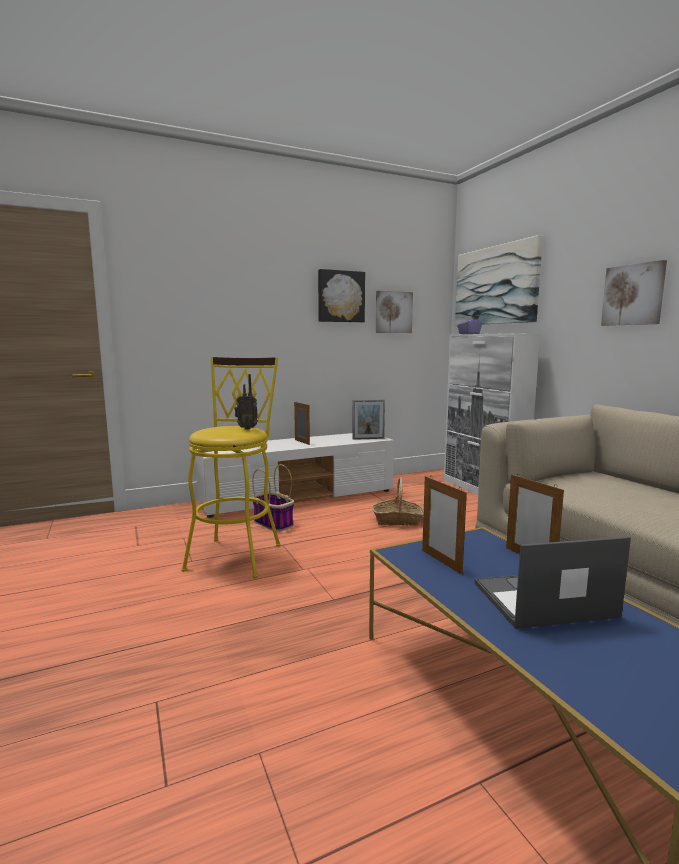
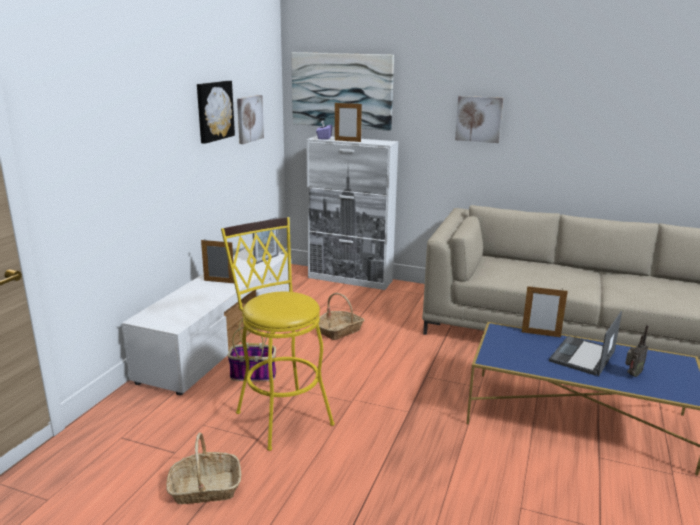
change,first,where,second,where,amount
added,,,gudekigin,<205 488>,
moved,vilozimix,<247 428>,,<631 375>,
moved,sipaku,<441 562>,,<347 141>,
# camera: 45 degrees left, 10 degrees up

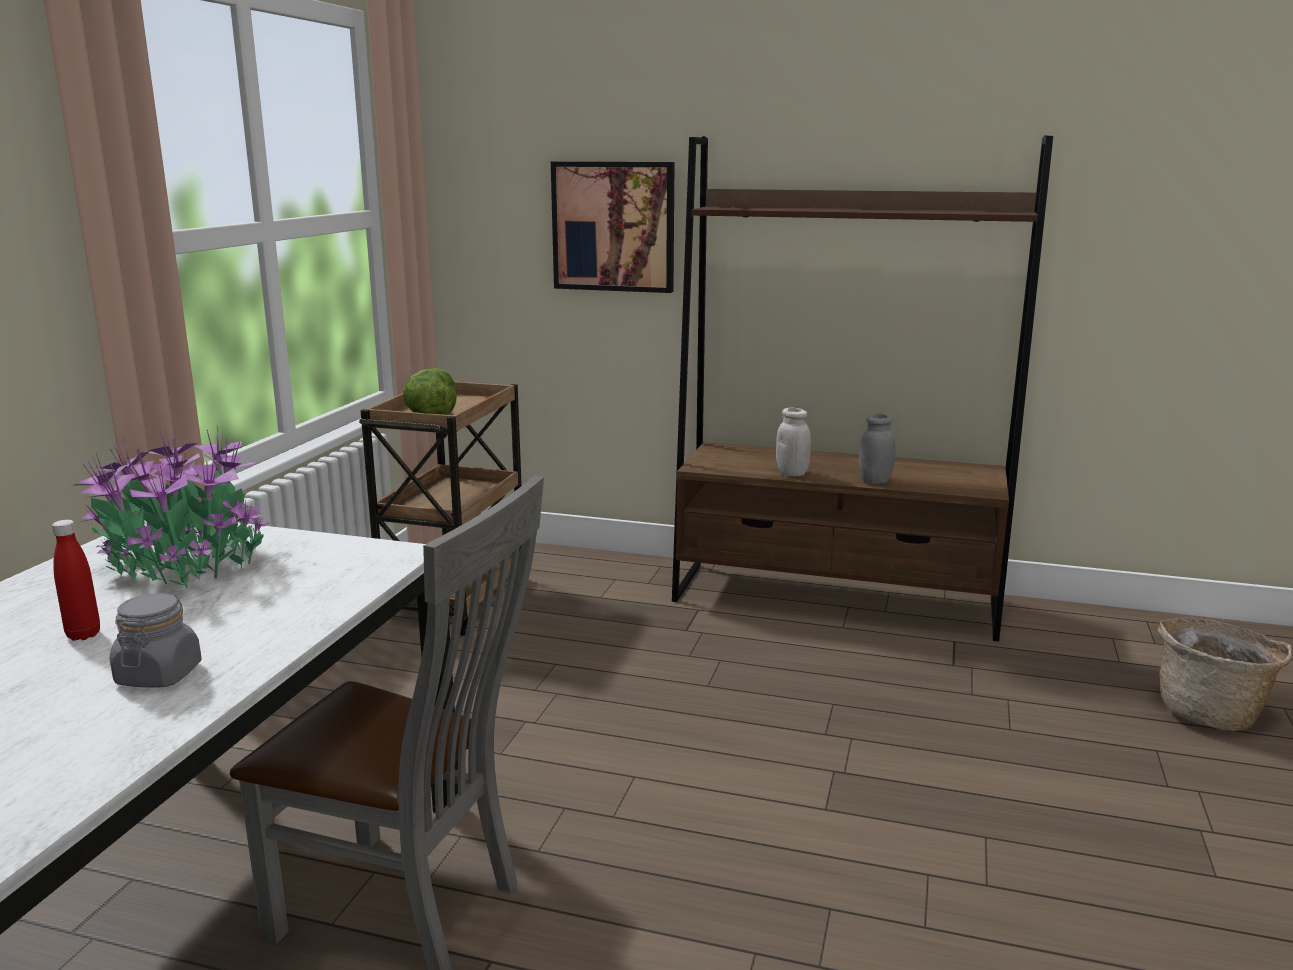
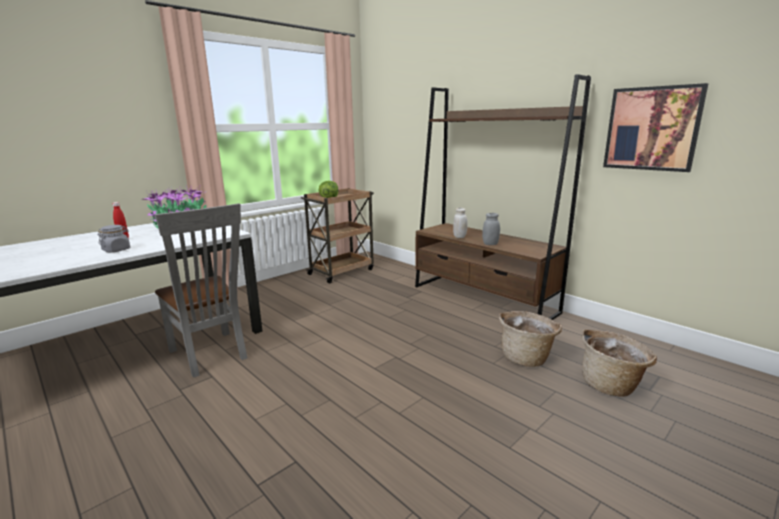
change,first,where,second,where,amount
added,,,gudekigin,<526 357>,
moved,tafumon,<613 226>,,<652 129>,
# camera: 30 degrees right, 0 degrees up

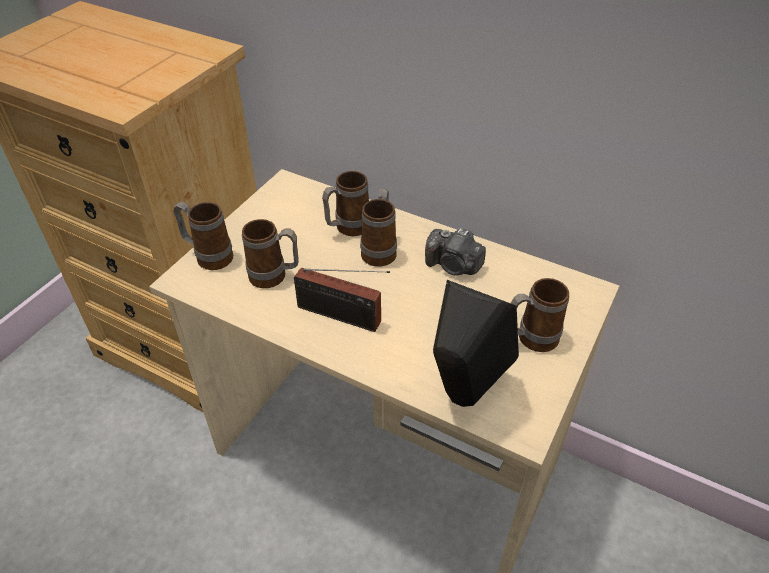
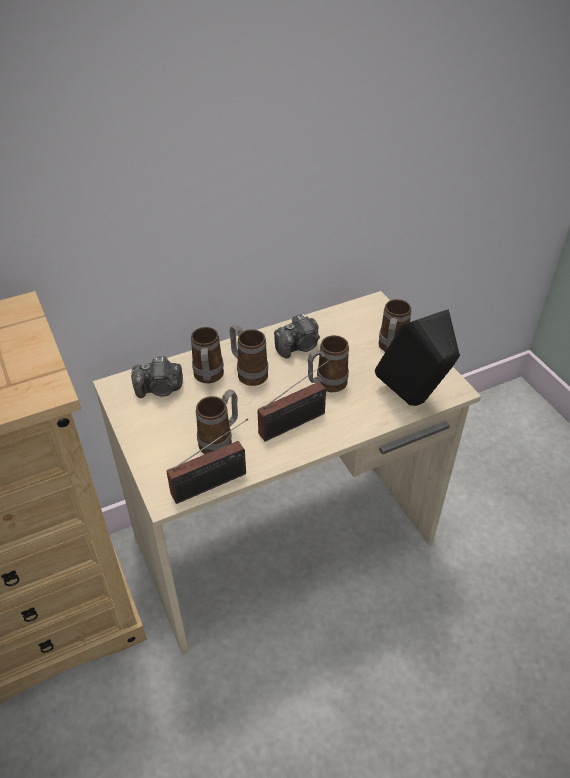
change,first,where,second,where,amount
added,,,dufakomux,<160 389>,
added,,,vilozimix,<213 483>,
moved,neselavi,<208 256>,,<326 385>,
# camera: 55 degrees left, 0 degrees up

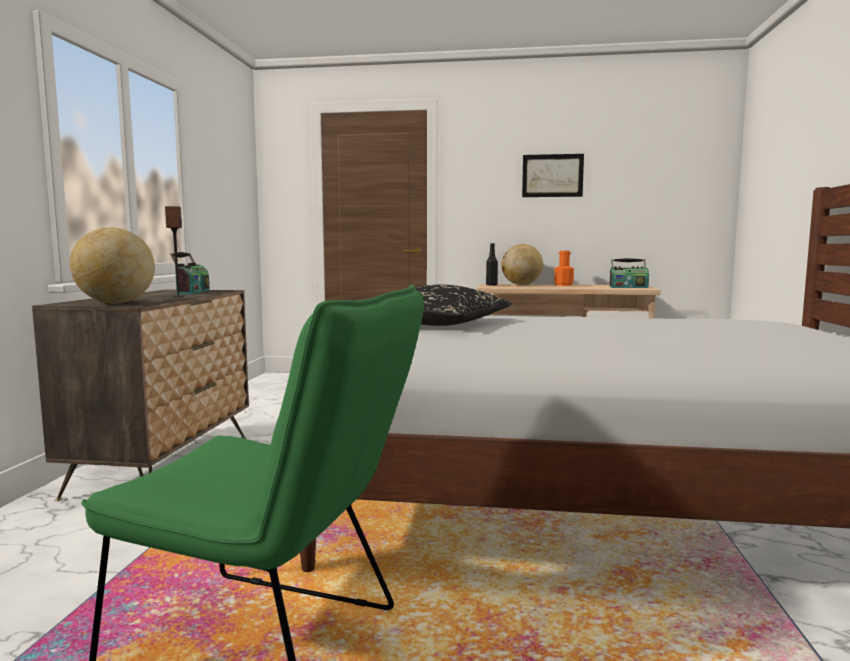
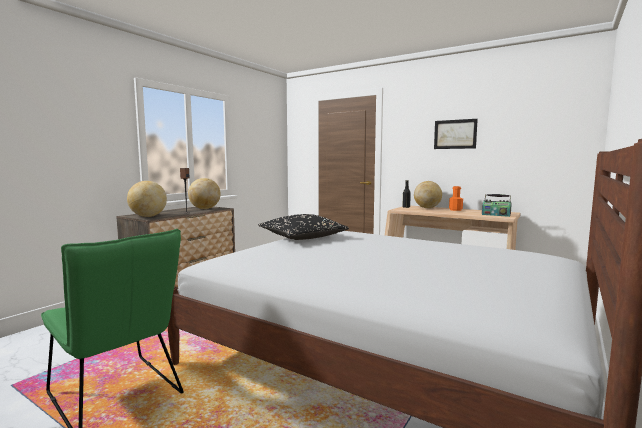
change,first,where,second,where,amount
replaced,vilozimix,<192 292>,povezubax,<205 209>,
# camera: 25 degrees right, 0 degrees up

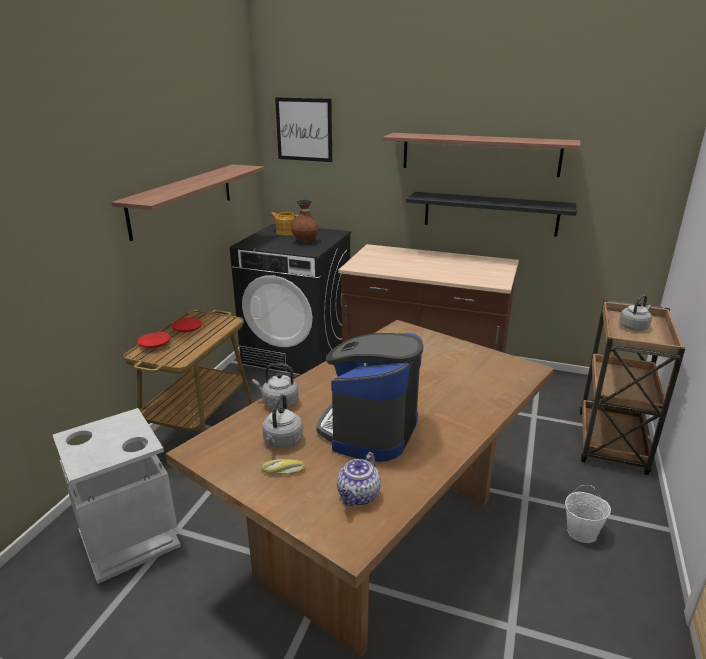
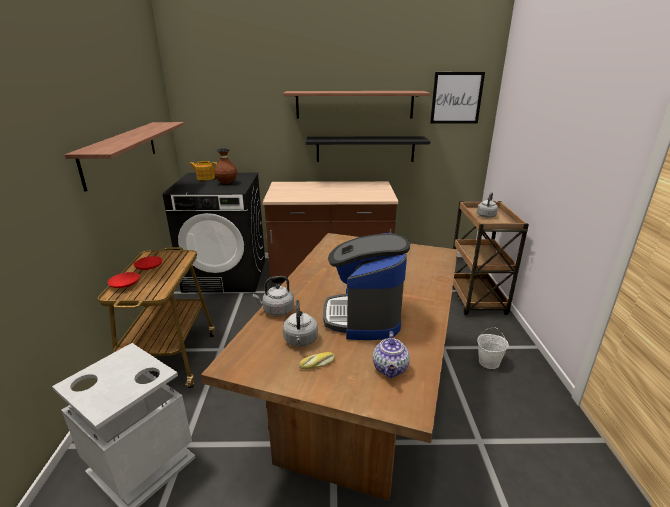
change,first,where,second,where,amount
moved,tafumon,<304 129>,,<456 98>,
# camera: 20 degrees left, 0 degrees up

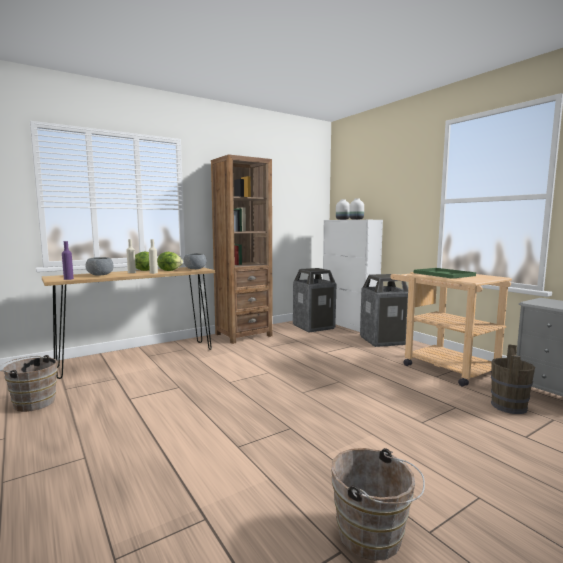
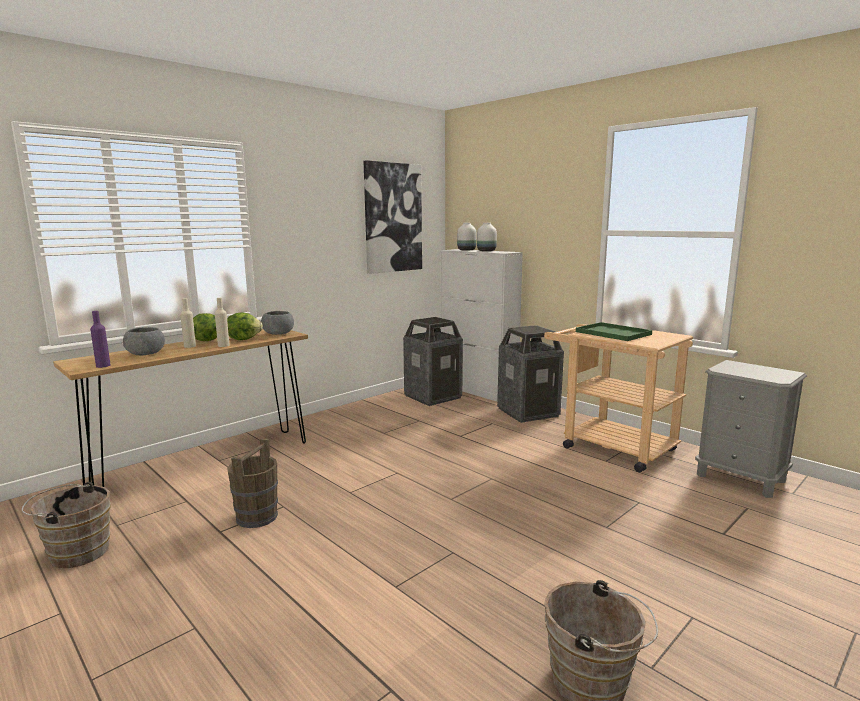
change,first,where,second,where,amount
removed,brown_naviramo,<243 335>,,,
added,,,tafumon,<393 218>,
moved,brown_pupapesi,<508 406>,,<256 517>,
# camera: 10 degrees left, 5 degrees up

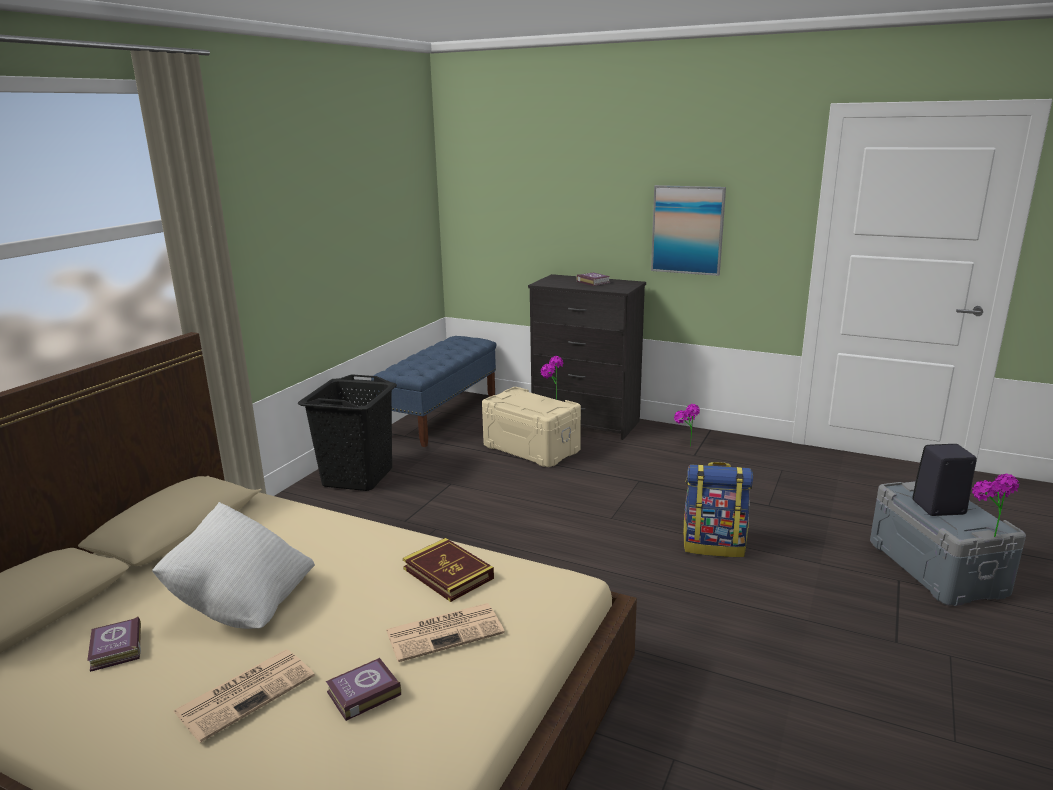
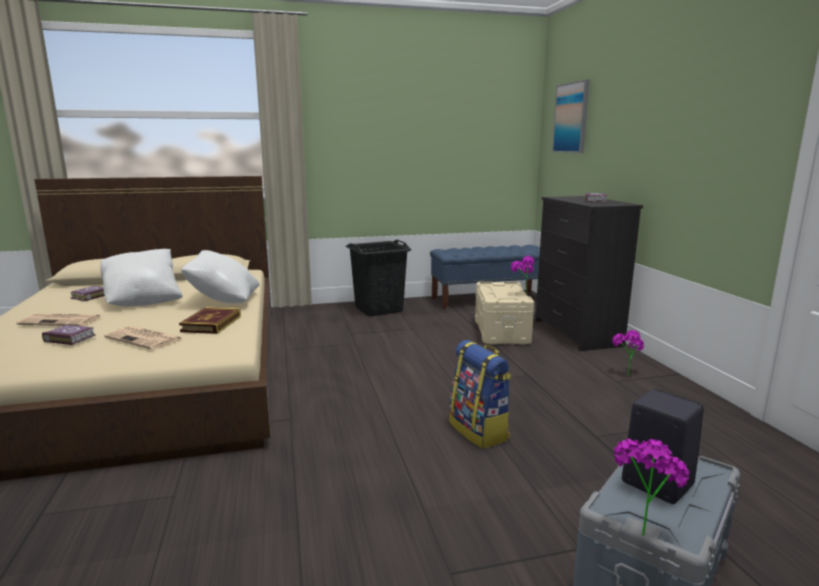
change,first,where,second,where,amount
added,,,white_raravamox,<224 301>,
moved,tafumon,<687 230>,,<571 118>,
# camera: 50 degrees right, 5 degrees down

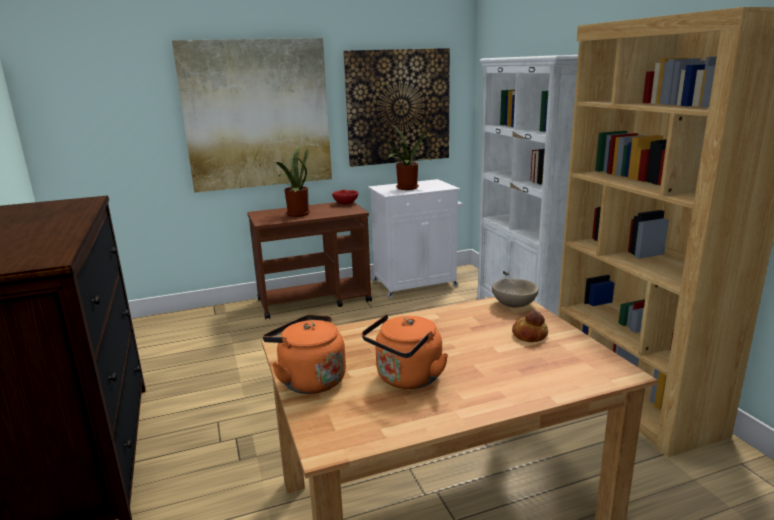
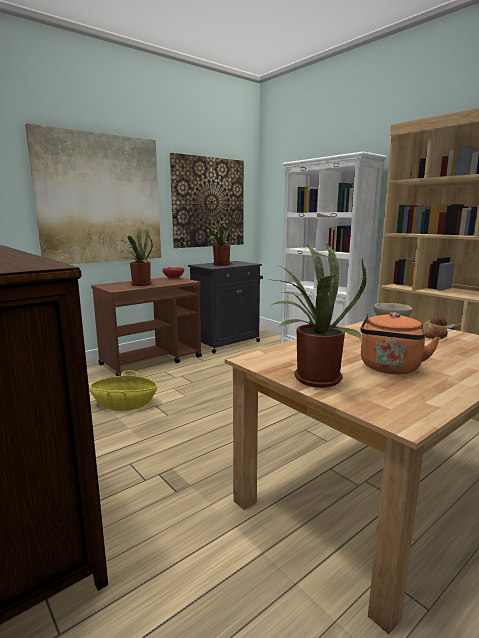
change,first,where,second,where,amount
added,,,gudekigin,<124 404>,
replaced,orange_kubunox,<309 380>,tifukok,<312 379>,
recoloured,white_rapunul,<416 284>,black_rapunul,<227 342>,
# camera: 20 degrees left, 5 degrees down

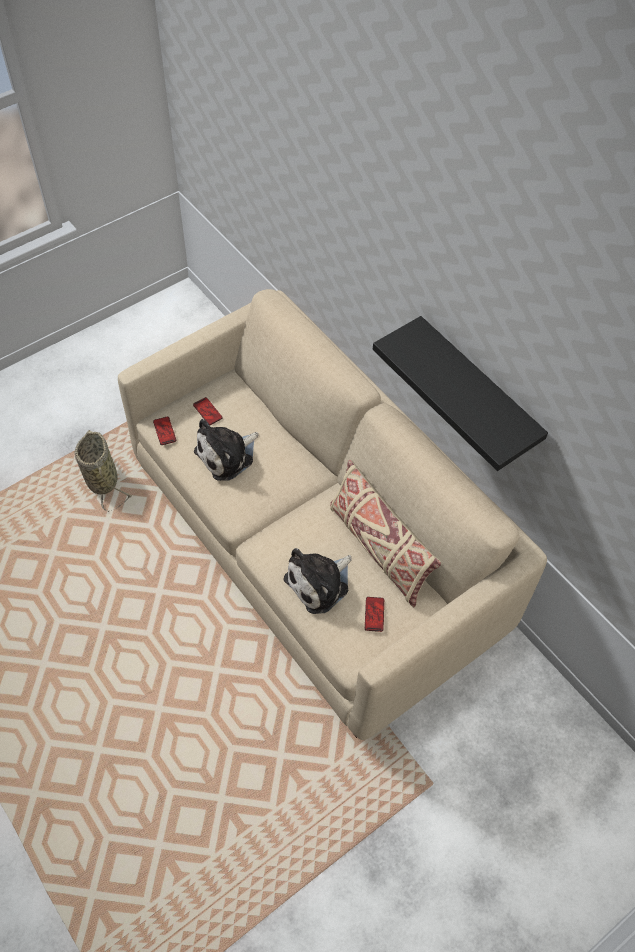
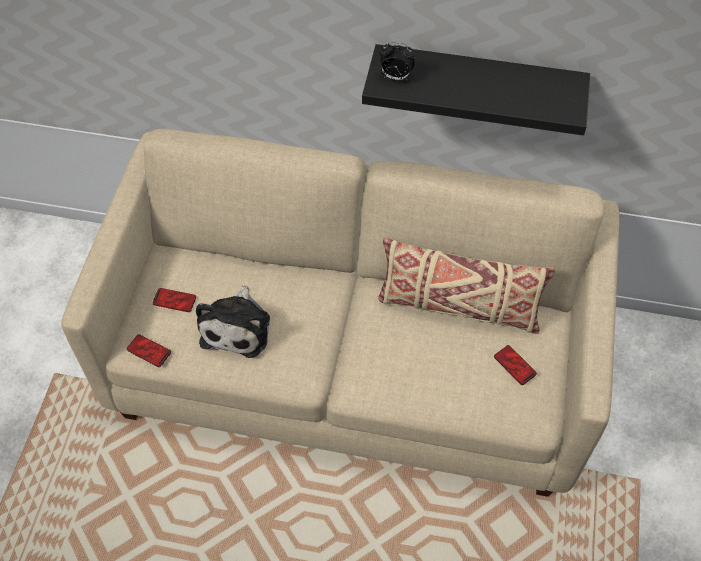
change,first,where,second,where,amount
removed,gudekigin,<102 479>,,,
removed,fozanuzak,<320 583>,,,
added,,,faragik,<395 78>,
# camera: 40 degrees left, 0 degrees up

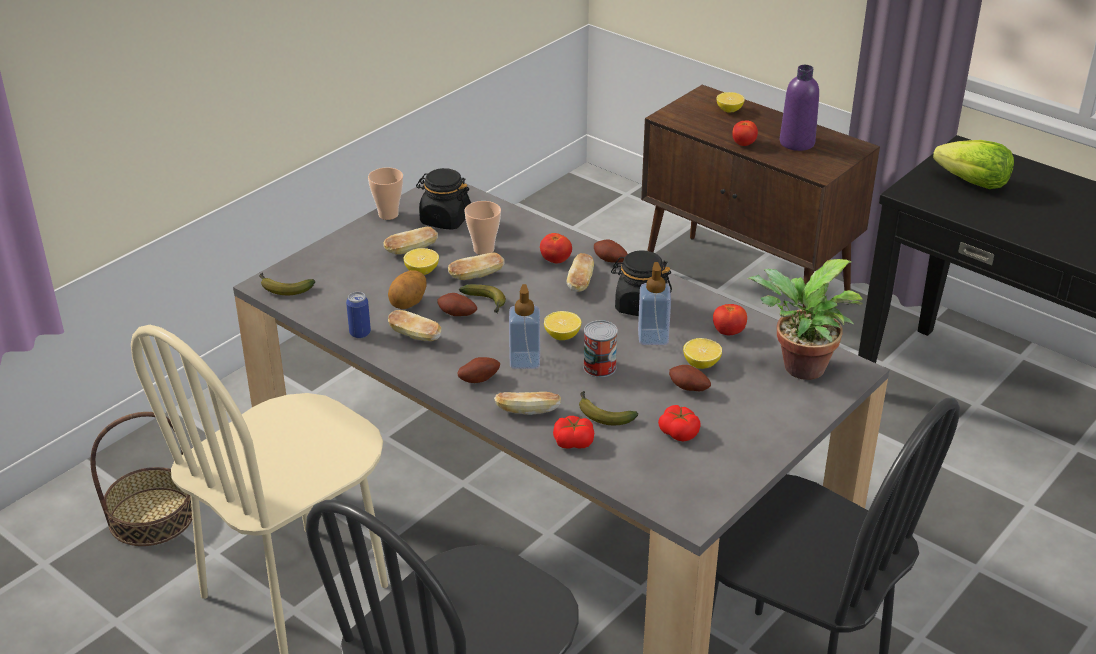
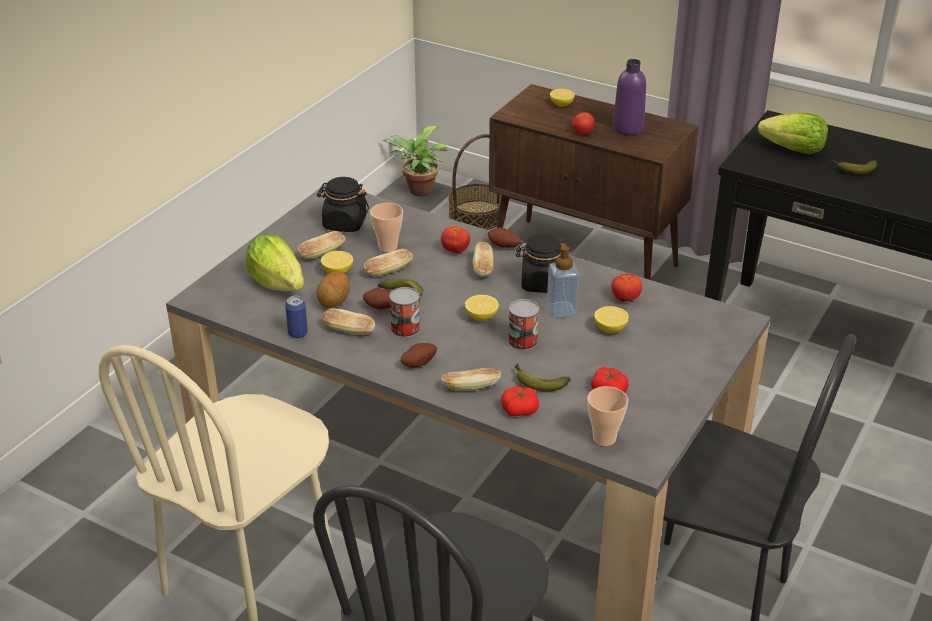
change,first,where,second,where,amount
removed,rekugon,<525 360>,,,
removed,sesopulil,<688 389>,,,
added,,,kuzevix,<277 283>,
added,,,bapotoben,<405 328>,
moved,gudekigin,<151 516>,,<477 215>,
moved,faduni,<283 288>,,<853 169>,
moved,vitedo,<388 214>,,<604 438>,
moved,tifukok,<799 369>,,<417 191>,
# camera: 10 degrees left, 0 degrees up

